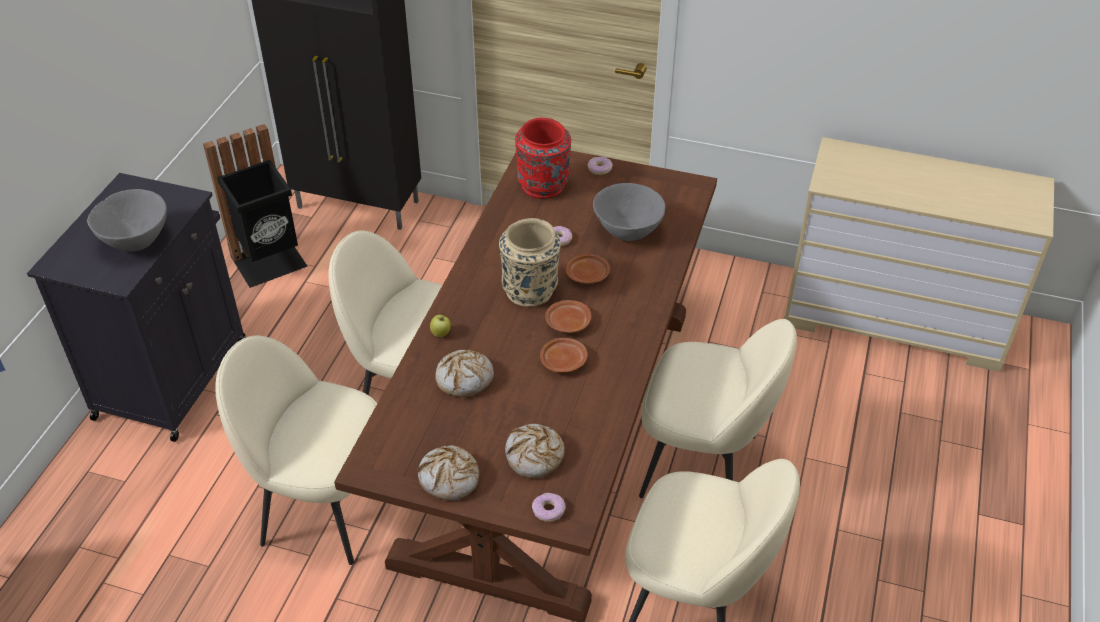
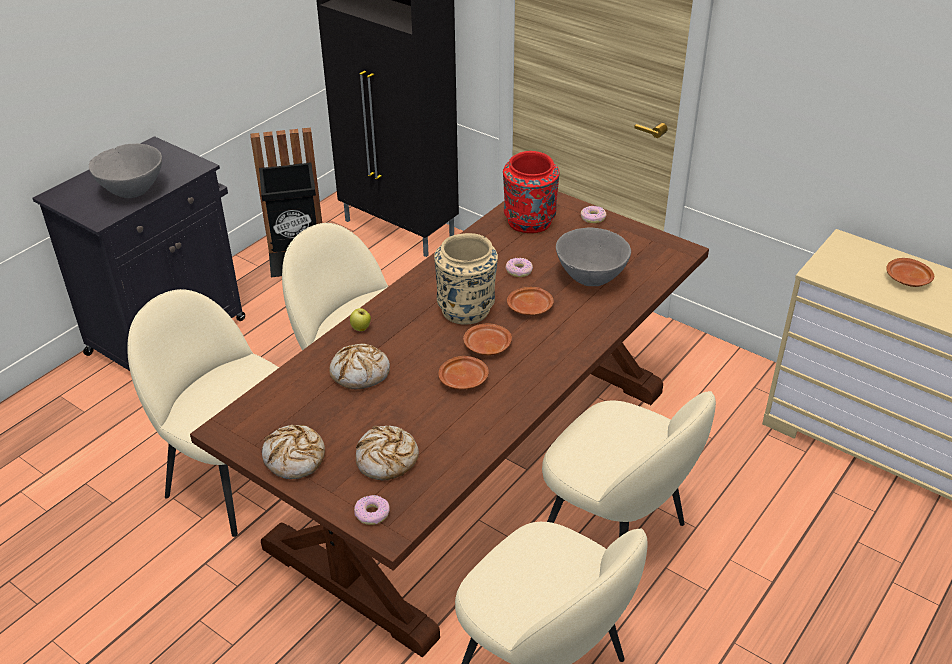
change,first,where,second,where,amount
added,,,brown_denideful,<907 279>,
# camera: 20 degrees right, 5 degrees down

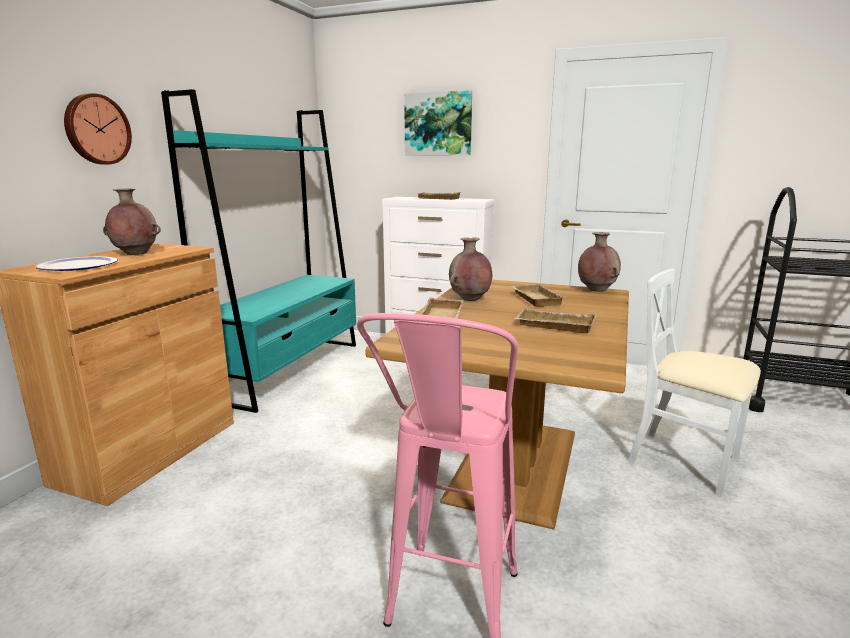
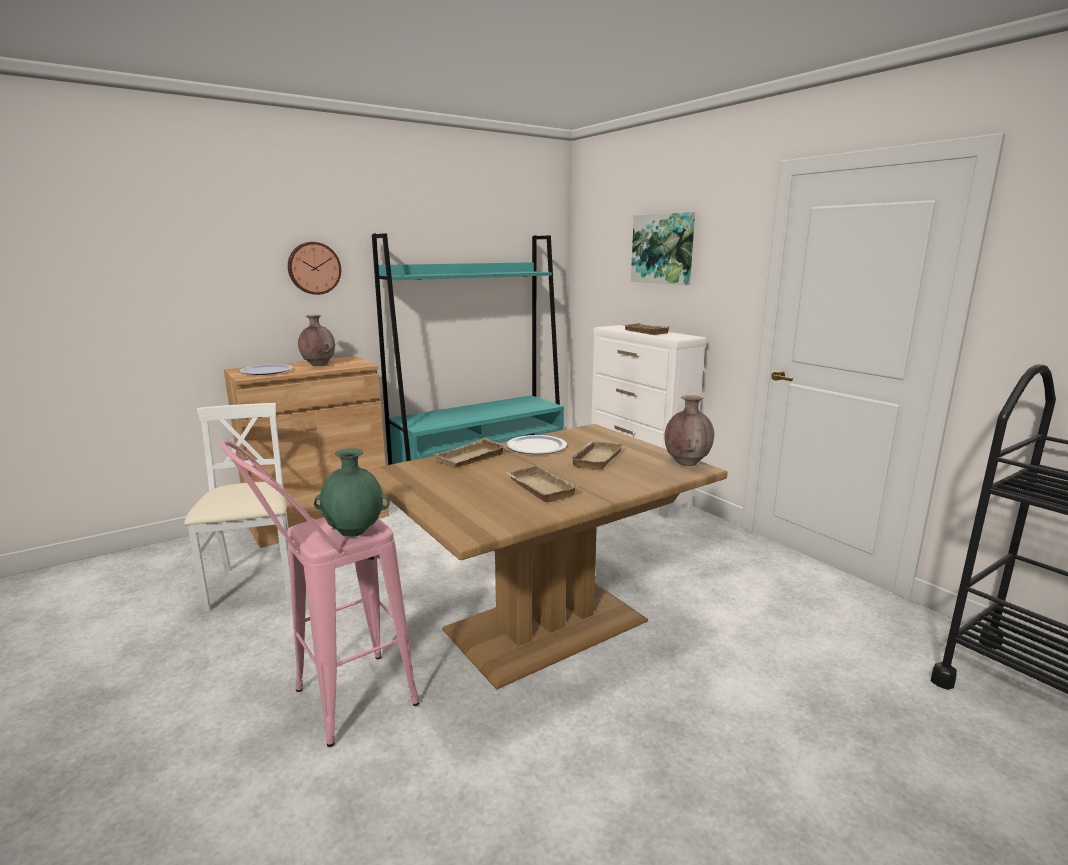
change,first,where,second,where,amount
added,,,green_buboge,<355 532>,
moved,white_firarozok,<685 461>,,<254 584>,
replaced,brown_buboge,<469 299>,denideful,<536 446>,
# camera: 35 degrees right, 0 degrees up

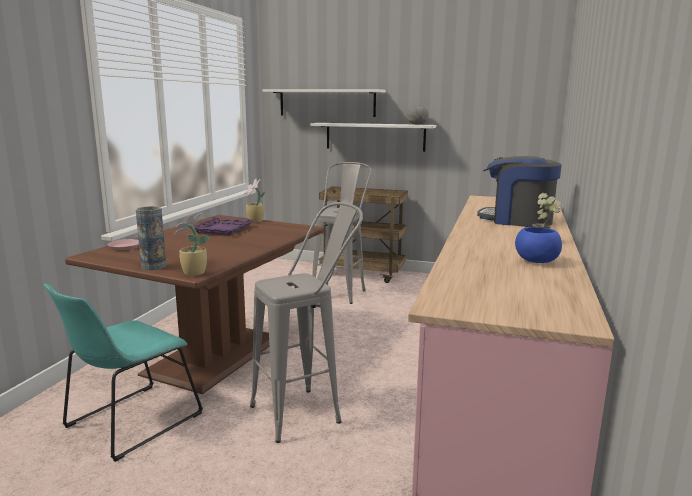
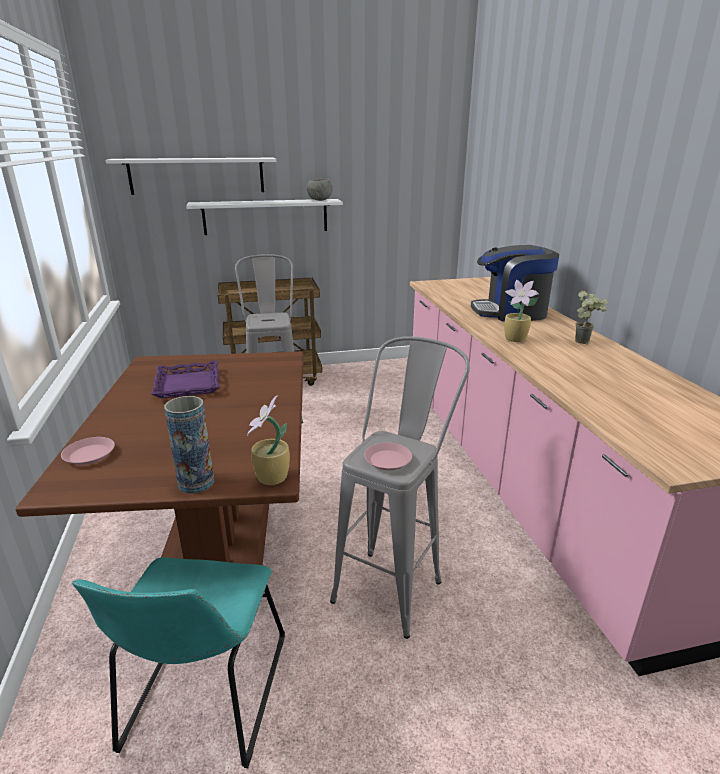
change,first,where,second,where,amount
removed,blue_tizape,<536 262>,,,
added,,,pink_denideful,<388 460>,
moved,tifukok,<255 221>,,<516 339>,
# camera: 30 degrees left, 10 degrees up

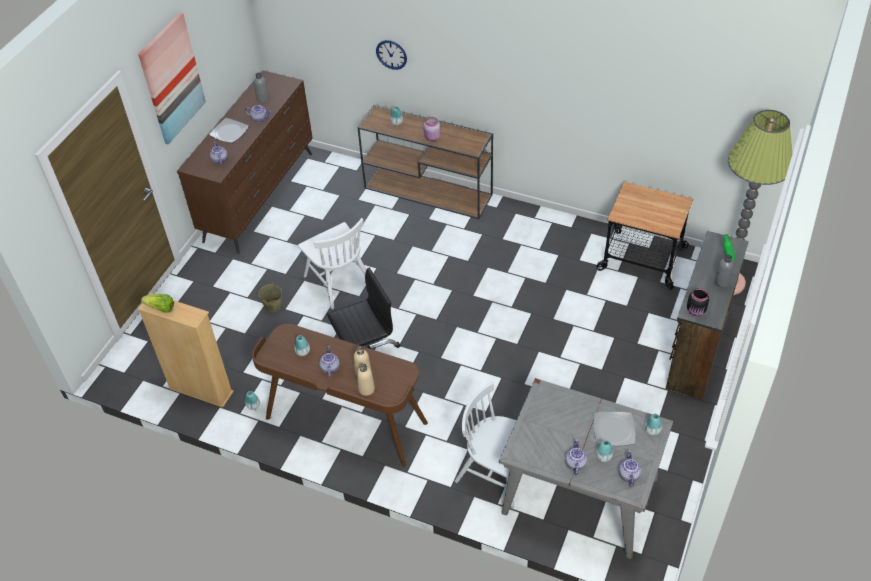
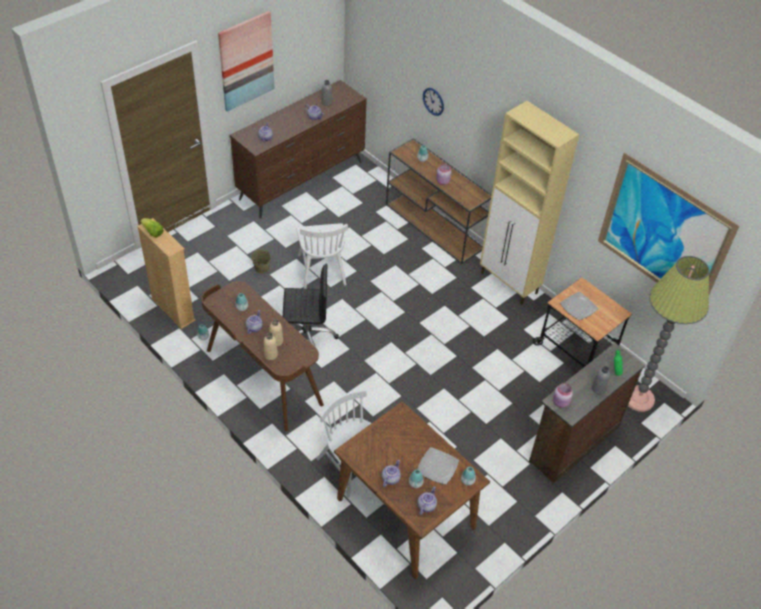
change,first,where,second,where,amount
added,,,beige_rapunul,<509 284>,
added,,,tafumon,<663 233>,
moved,denideful,<229 132>,,<578 307>,
recoloured,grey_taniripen,<578 496>,brown_taniripen,<405 512>,
recoloured,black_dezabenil,<696 311>,pink_dezabenil,<560 403>,
# camera: 20 degrees right, 0 degrees up

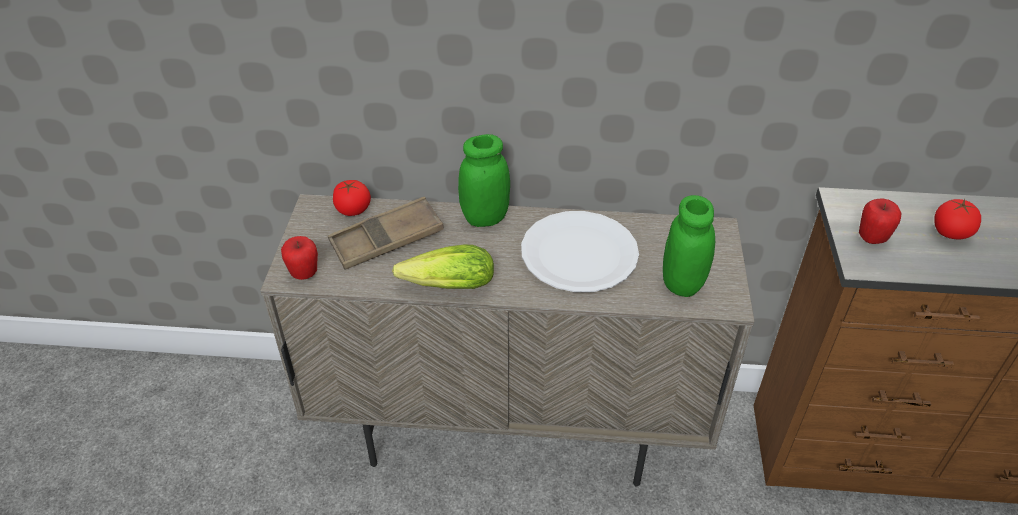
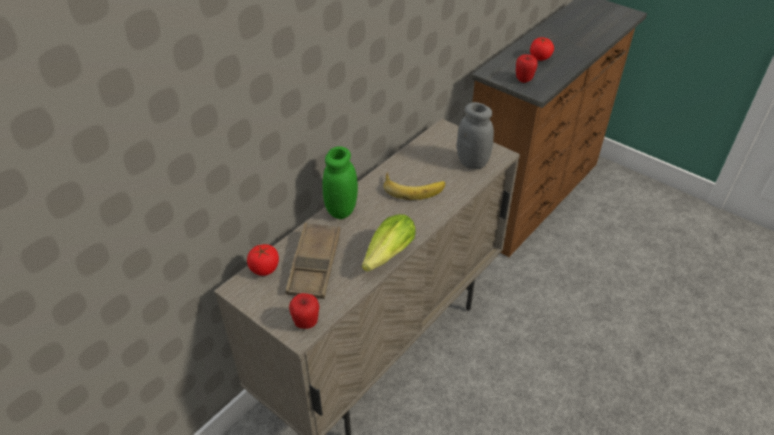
change,first,where,second,where,amount
replaced,white_denideful,<579 254>,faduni,<413 187>,
recoloured,green_dezabenil,<682 283>,grey_dezabenil,<472 162>,
# camera: 55 degrees left, 0 degrees up

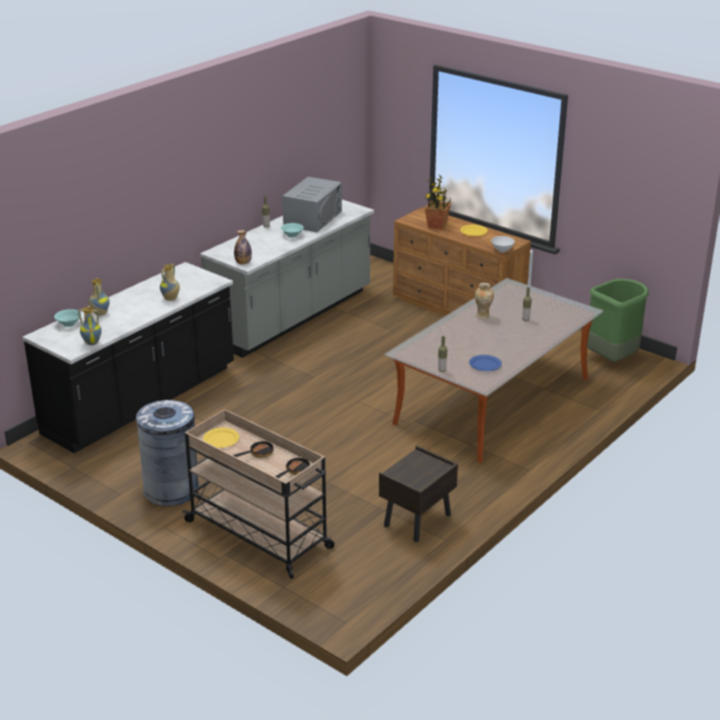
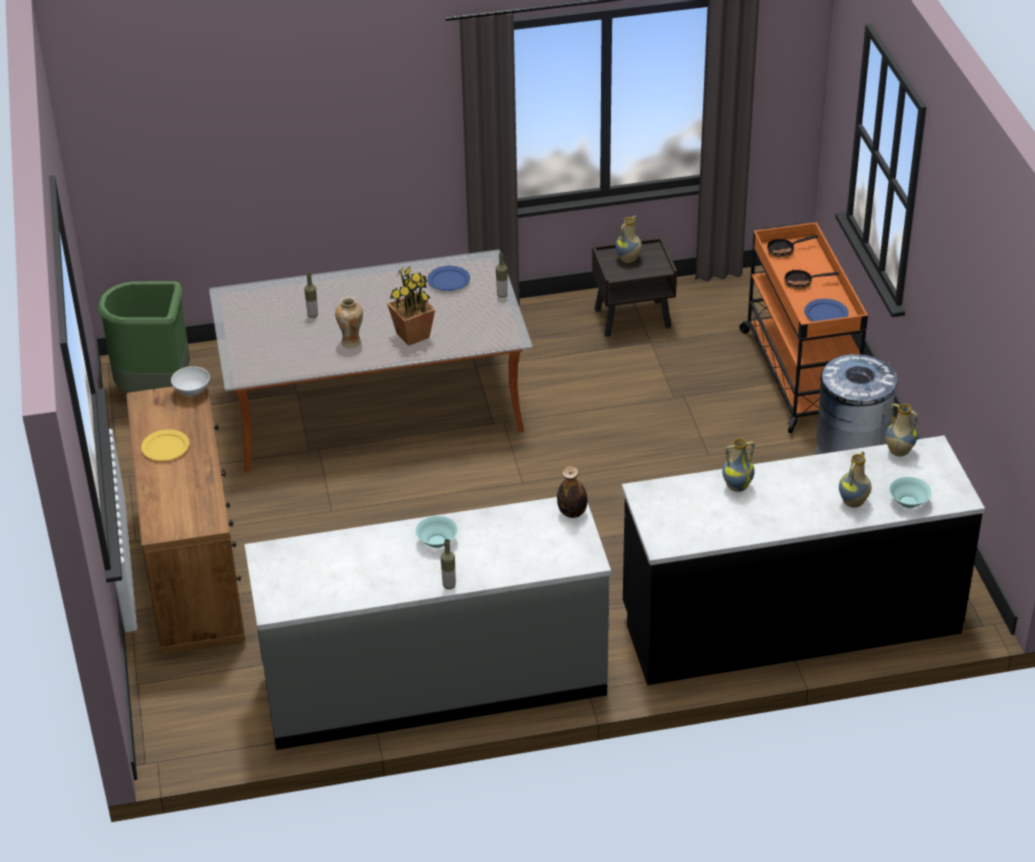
change,first,where,second,where,amount
removed,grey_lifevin,<313 218>,,,
added,,,buboge,<628 260>,
moved,tifukok,<437 226>,,<412 335>,
recoloured,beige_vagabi,<260 535>,orange_vagabi,<799 374>,
recoloured,yellow_denideful,<221 439>,blue_denideful,<825 314>,
# camera: 140 degrees left, 10 degrees up

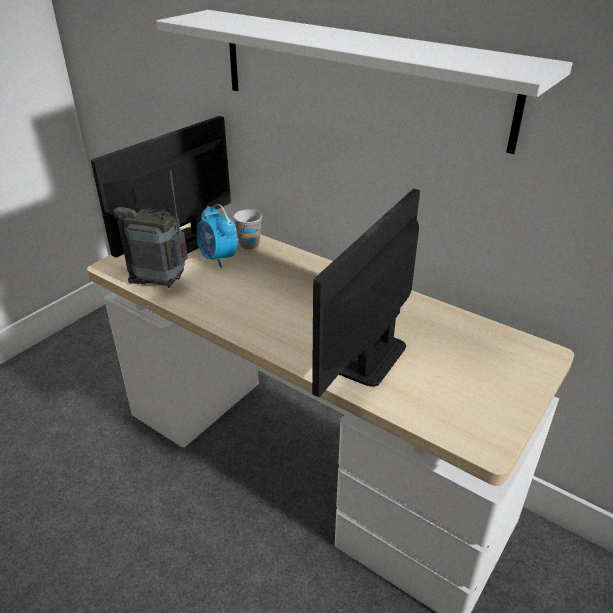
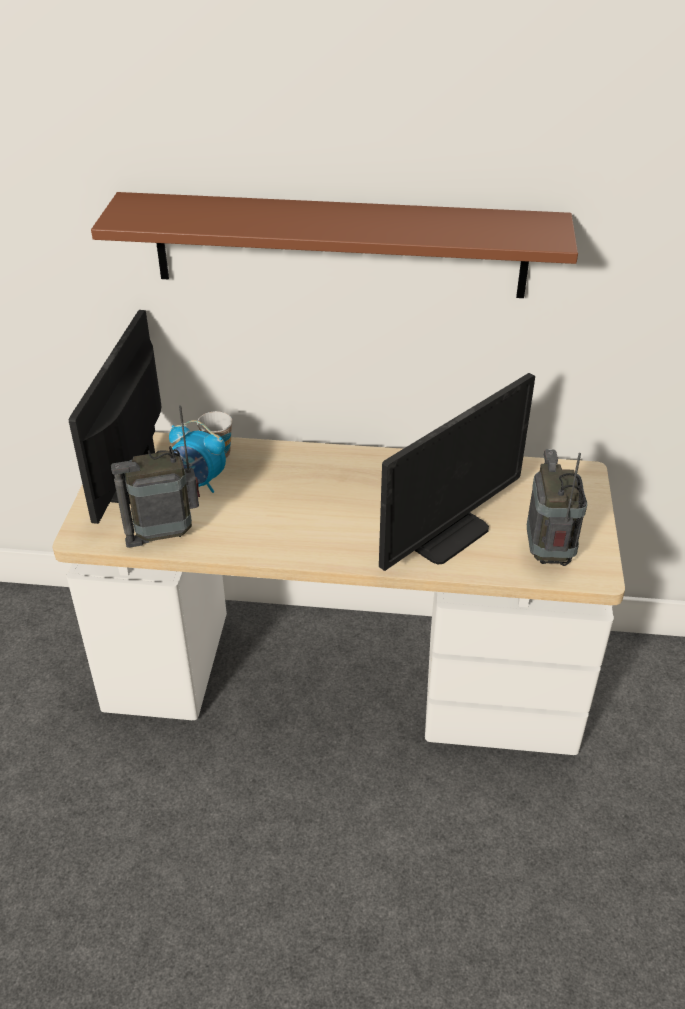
change,first,where,second,where,amount
added,,,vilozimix,<548 554>,
recoloured,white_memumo,<357 76>,brown_memumo,<340 245>,
turned,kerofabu,<370 357>,,<446 534>,135 degrees counterclockwise
# camera: 30 degrees left, 5 degrees up

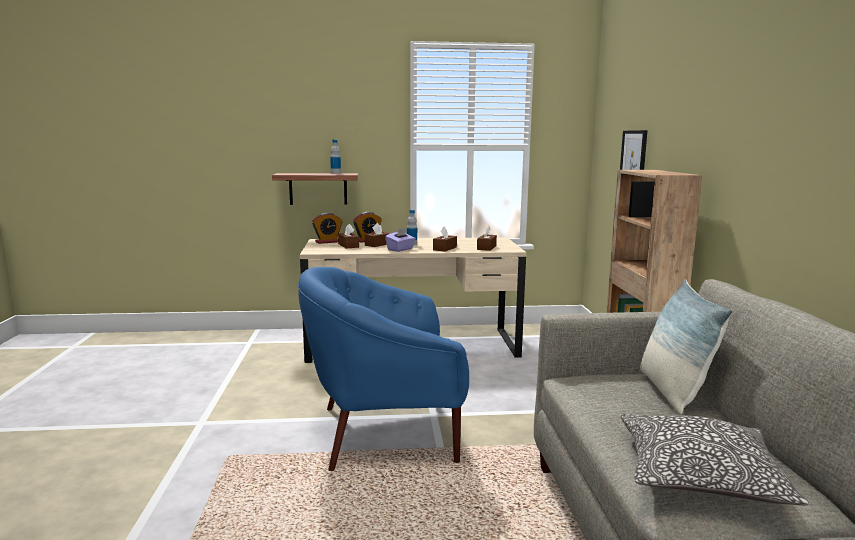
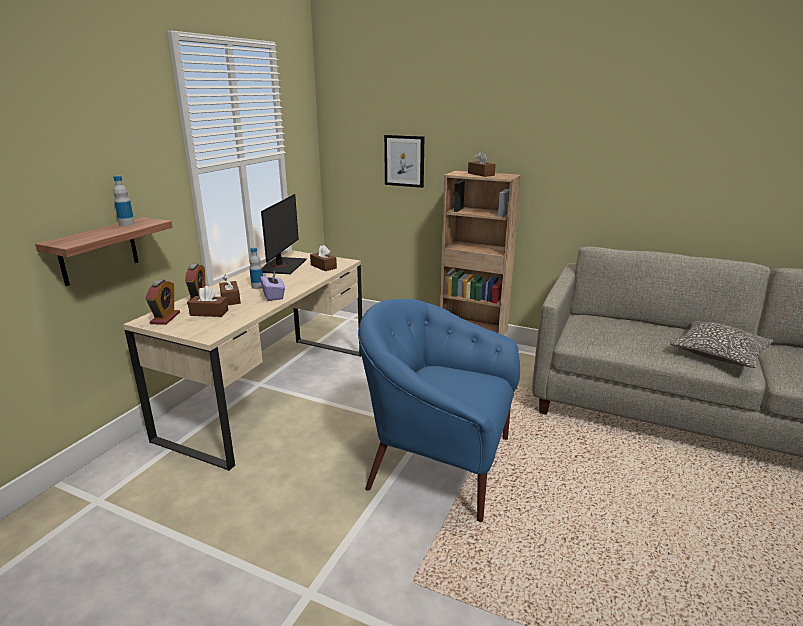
change,first,where,second,where,amount
removed,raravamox,<672 392>,,,
added,,,kerofabu,<282 266>,
moved,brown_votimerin,<445 248>,,<481 174>,
turned,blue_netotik,<385 432>,,<439 463>,90 degrees clockwise
# camera: 60 degrees left, 10 degrees up

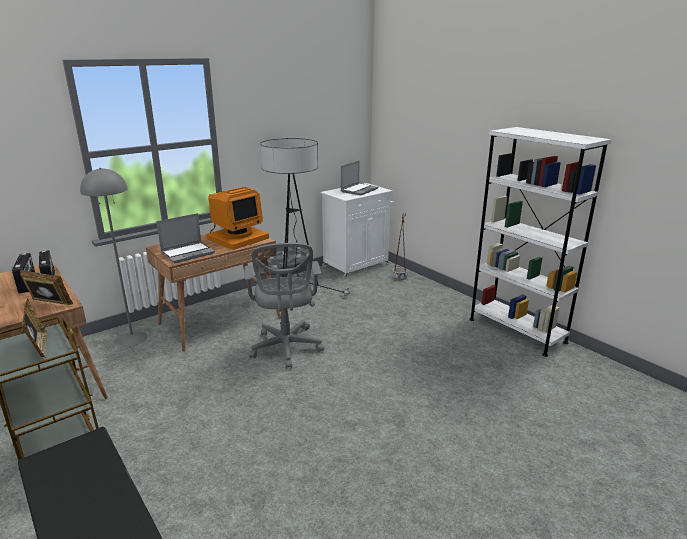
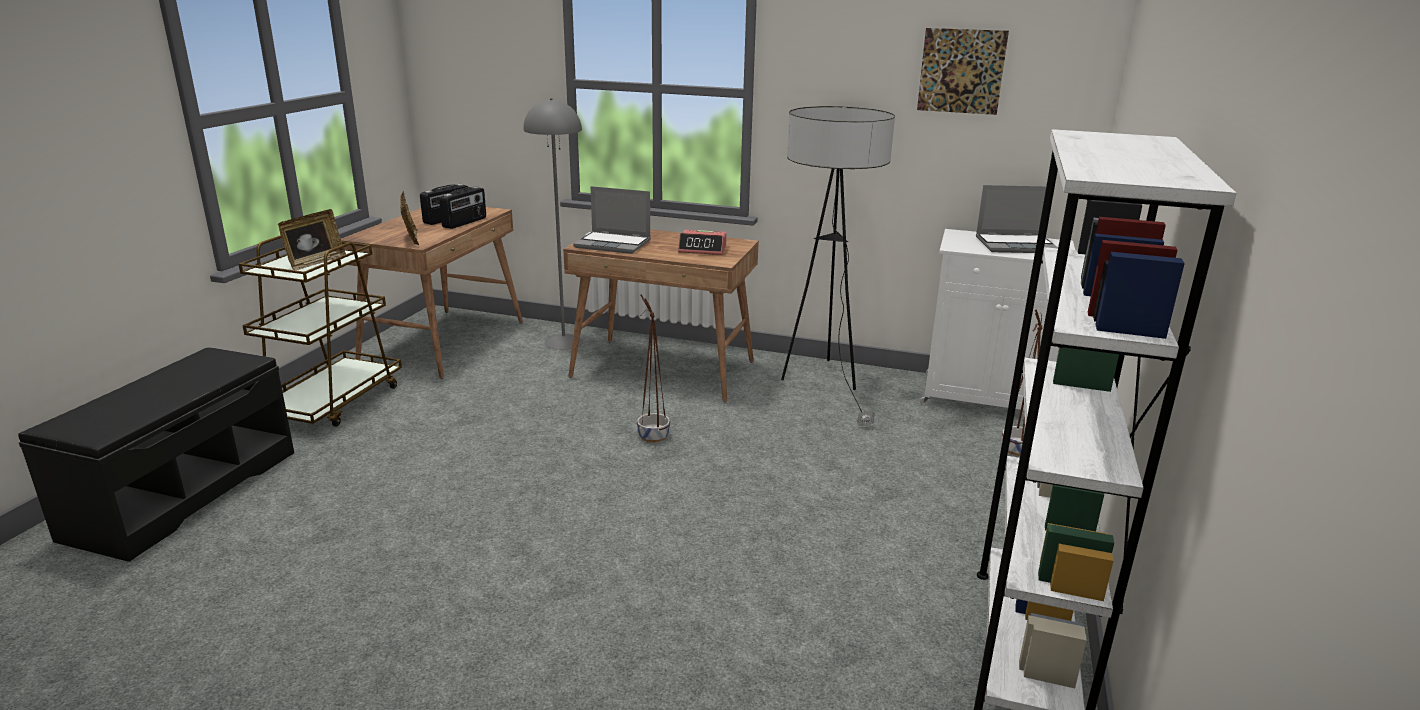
change,first,where,second,where,amount
added,,,tafumon,<961 71>,
replaced,kerofabu,<237 238>,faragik,<702 249>,
replaced,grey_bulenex,<286 349>,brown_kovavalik,<652 436>,
# camera: 55 degrees right, 0 degrees up

